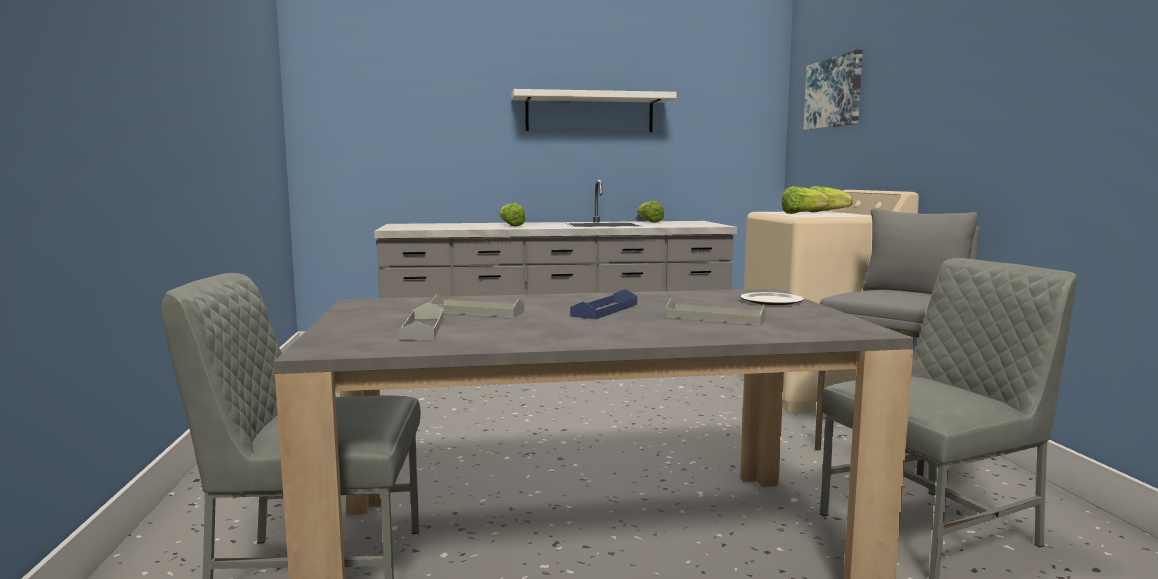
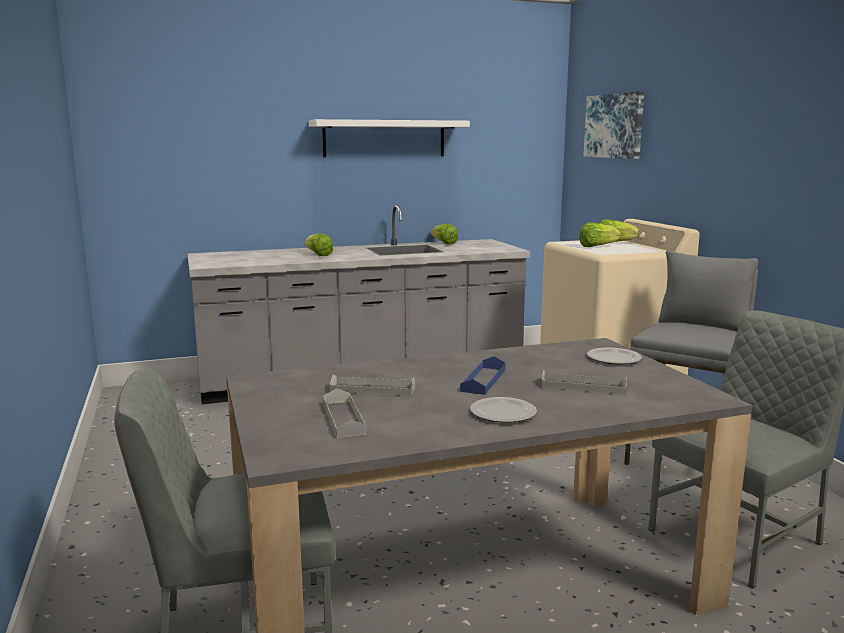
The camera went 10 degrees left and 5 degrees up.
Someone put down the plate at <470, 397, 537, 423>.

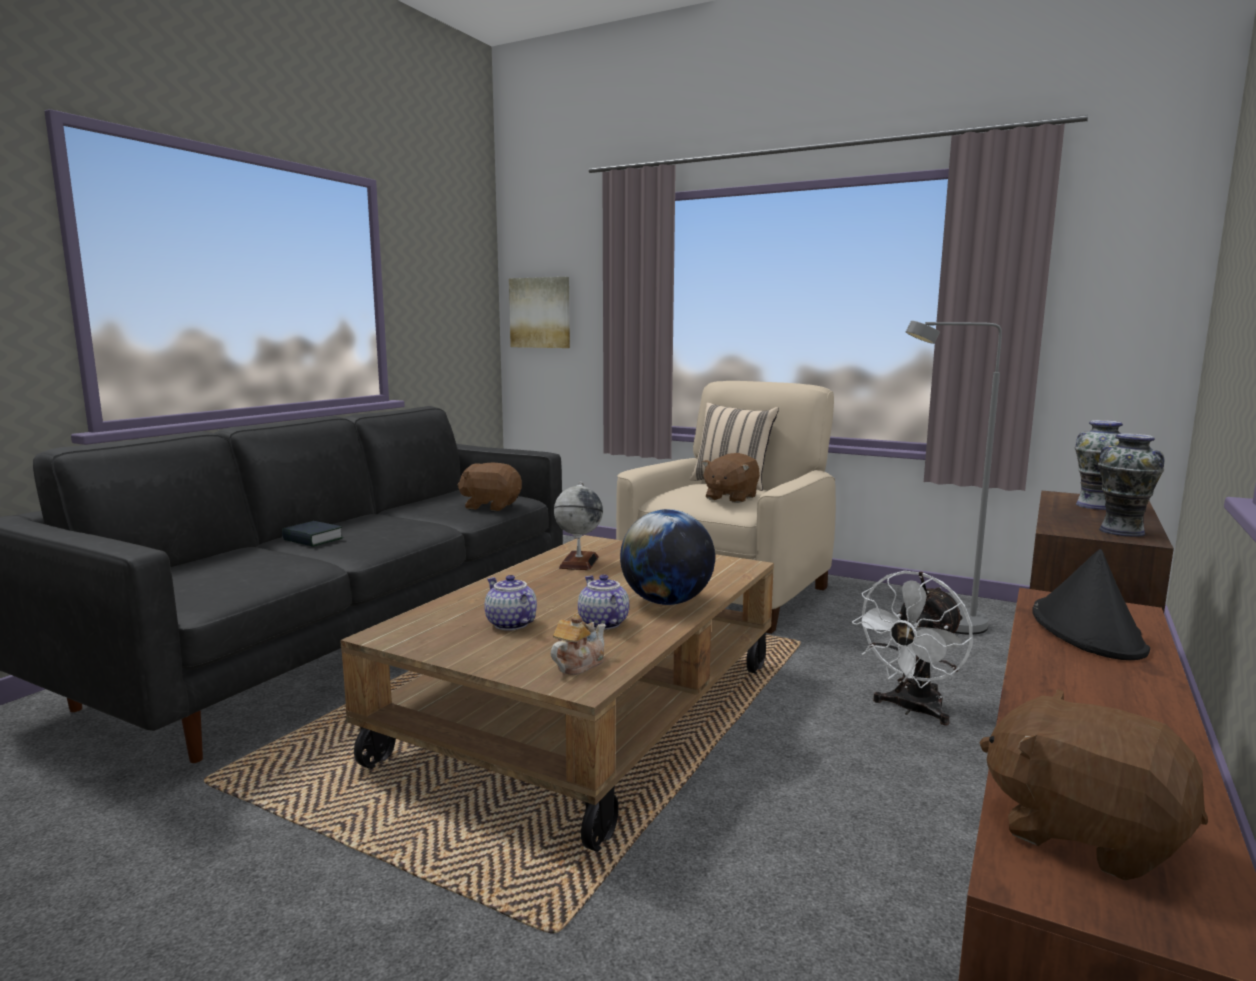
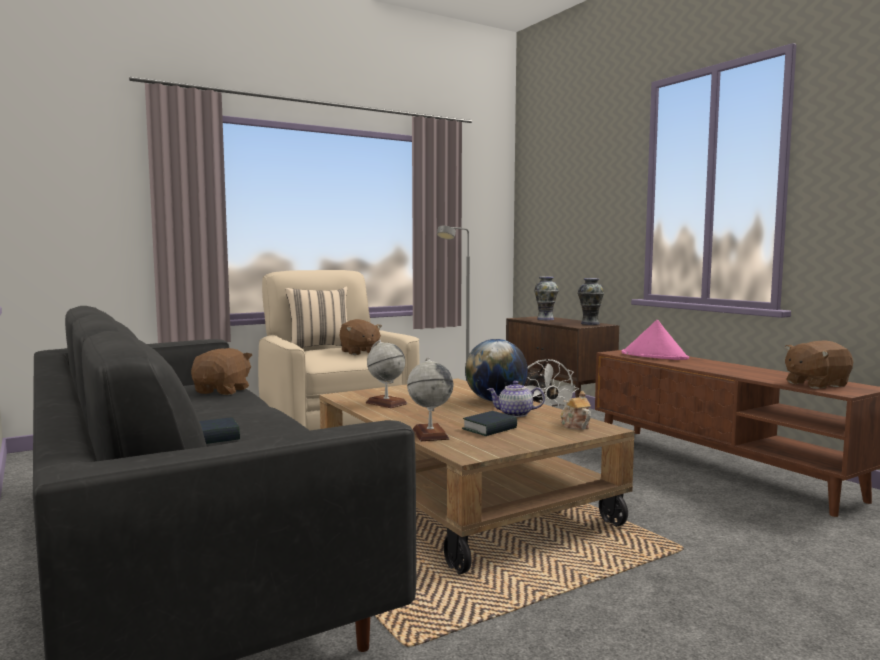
The camera went 60 degrees left and 5 degrees down.
Someone took away the picture at <509, 277, 570, 348>.
Someone put down the globe at <407, 357, 453, 441>.
Someone swapped the teapot at <484, 575, 537, 630> for the book at <462, 411, 517, 436>.
Someone repainted the hat (black) at <1032, 549, 1150, 660>, which became the hat (pink) at <622, 320, 689, 360>.
Someone rotated the plush toy (brown) at <458, 462, 522, 511> by 150 degrees clockwise.

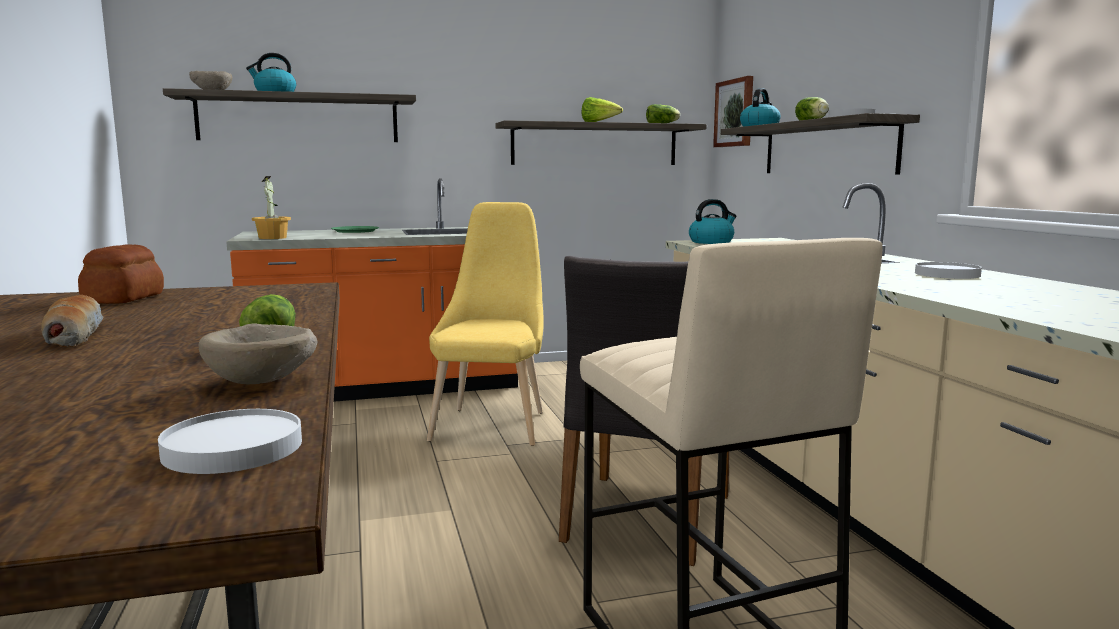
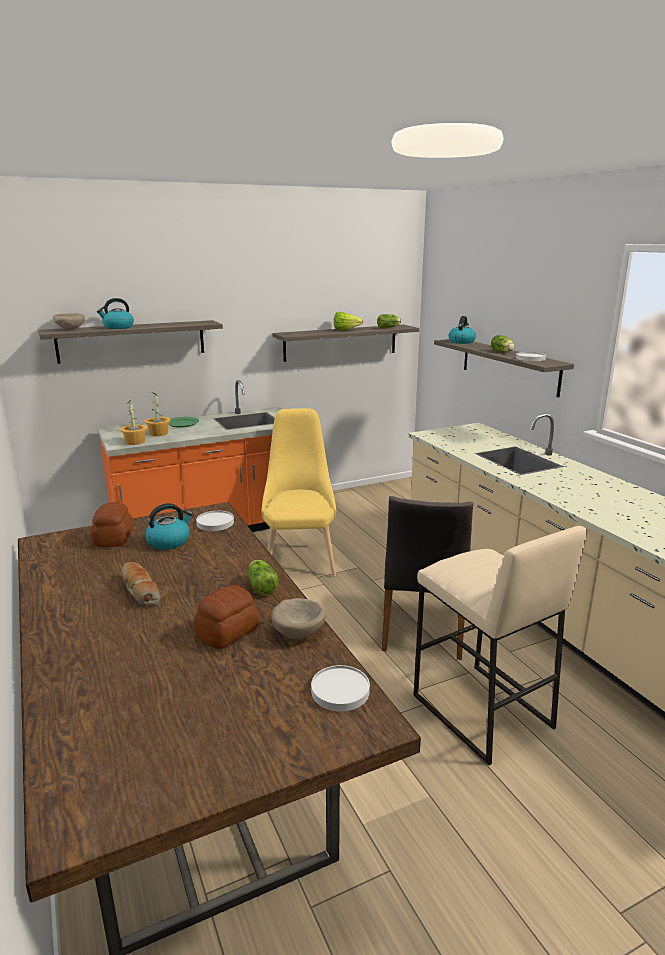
The camera went 10 degrees left and 10 degrees up.
Someone took away the picture at <713, 76, 753, 147>.
Someone put down the potted plant at <145, 393, 171, 436>.
Someone put down the bread at <194, 585, 259, 649>.
Someone carried the kettle from <689, 199, 737, 244> to <145, 503, 193, 550>.
Someone carried the plate (white) from <915, 262, 982, 279> to <196, 511, 234, 531>.

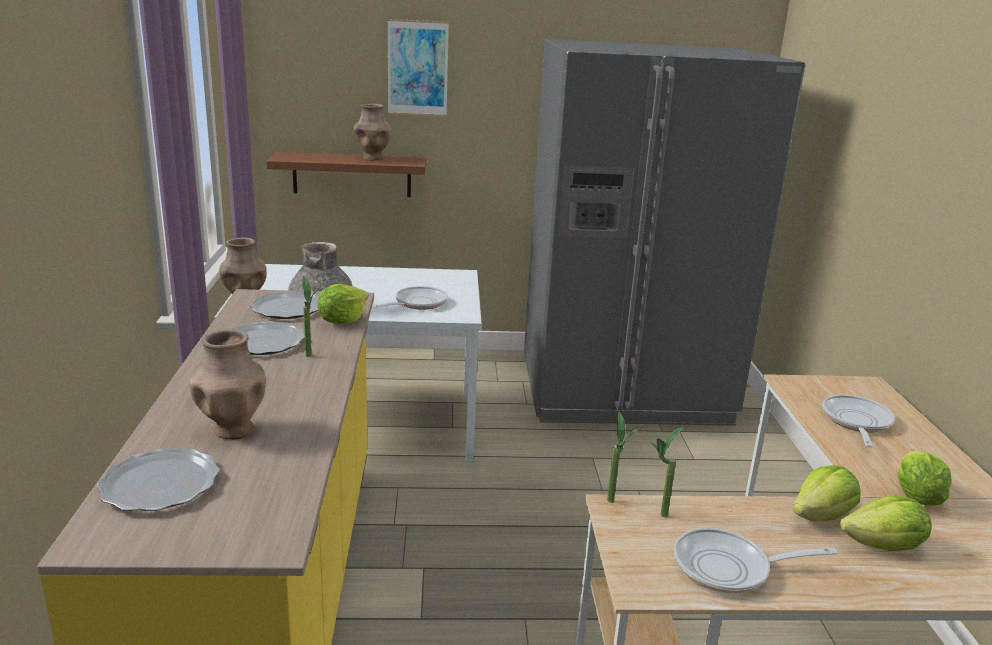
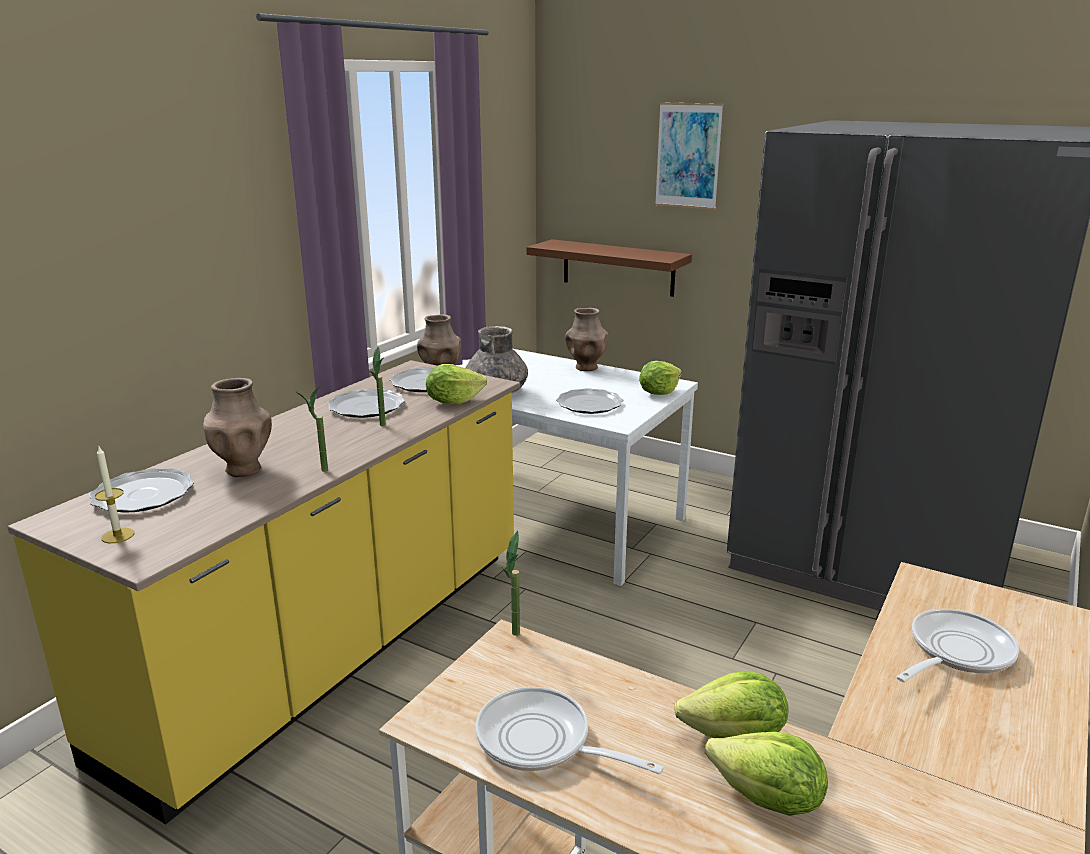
The camera went 35 degrees right and 0 degrees up.
Someone put down the candle at <95, 447, 134, 543>.
Someone carried the vase (brown) from <354, 104, 391, 161> to <565, 308, 608, 371>.
Someone carried the potted plant from <651, 427, 684, 517> to <294, 386, 328, 472>.
Someone carried the lettuce from <897, 451, 952, 506> to <639, 361, 682, 395>.
Someone swapped the frying pan at <372, 286, 448, 310> for the plate at <556, 388, 623, 414>.

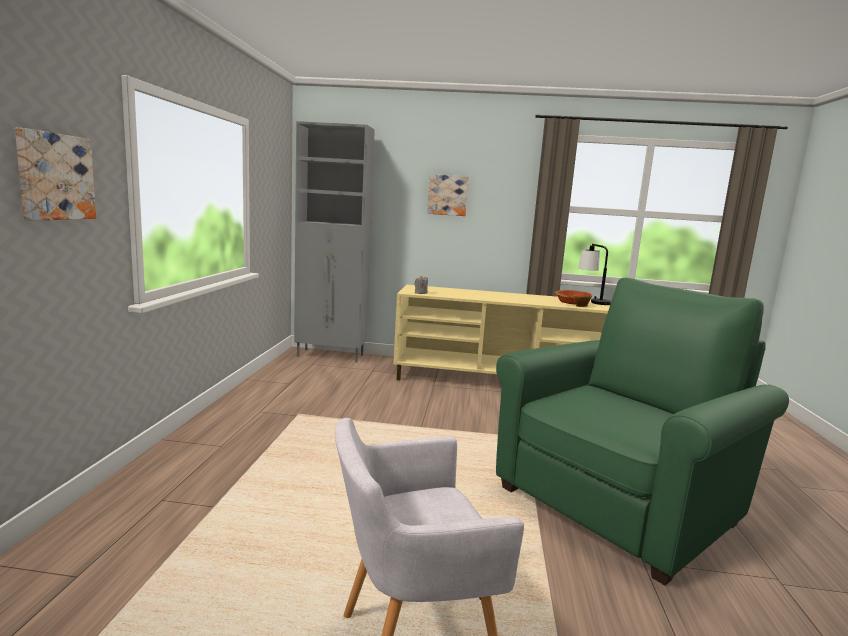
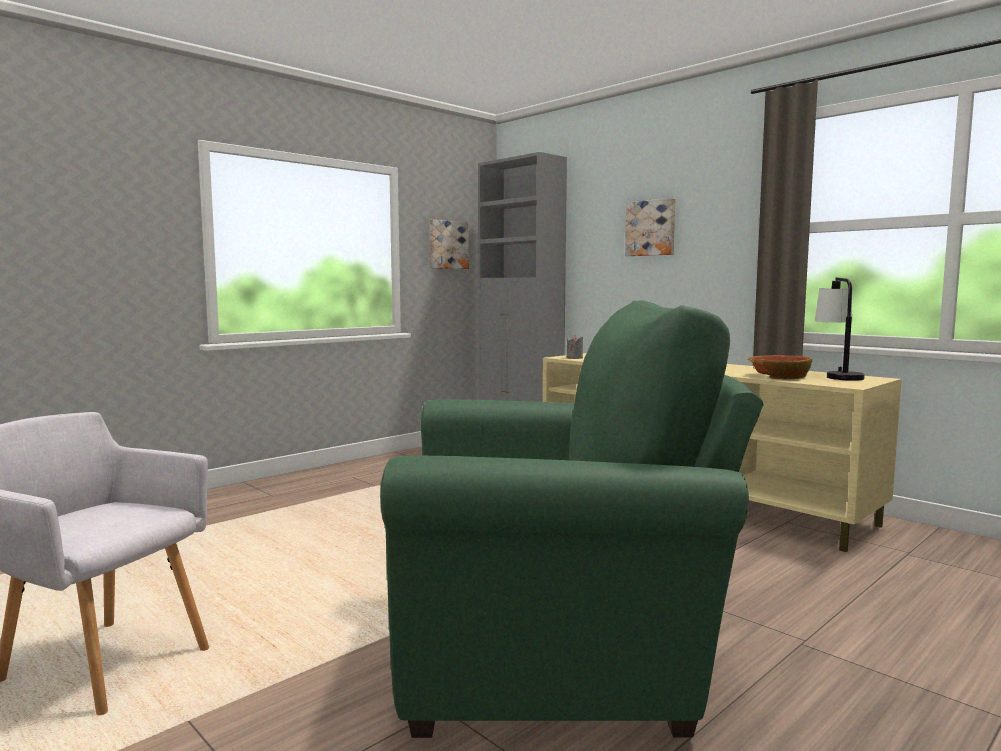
The camera went 40 degrees right and 5 degrees down.
Someone carried the picture from <15, 128, 96, 221> to <430, 220, 469, 269>.

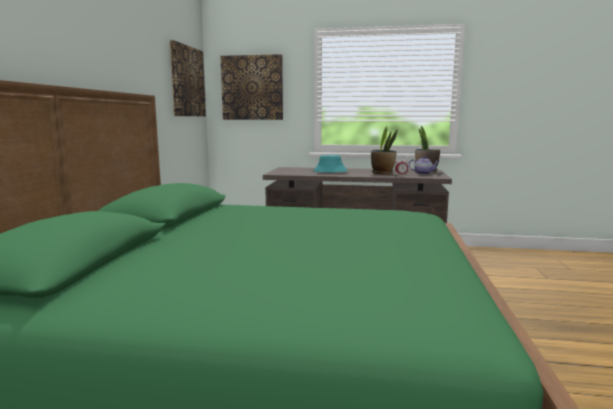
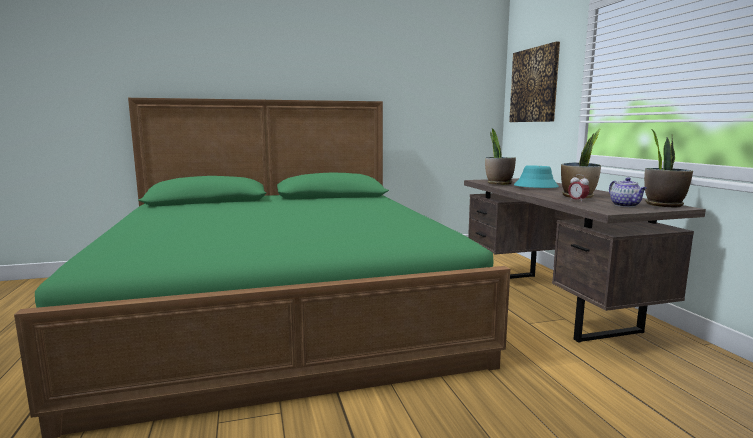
The camera went 65 degrees right and 0 degrees up.
Someone took away the picture at <170, 40, 206, 116>.
Someone put down the potted plant at <485, 128, 516, 185>.

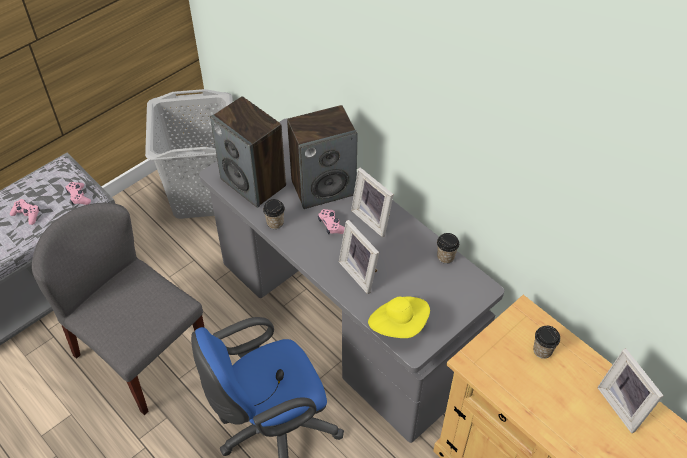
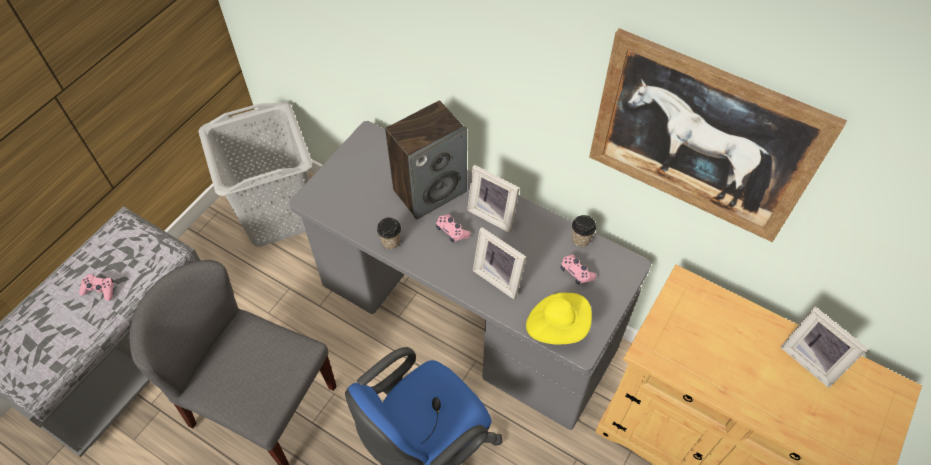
The camera went 15 degrees left and 5 degrees up.
Someone took away the speaker at <210, 96, 286, 208>.
Someone took away the cup at <533, 326, 560, 359>.
Someone put up the picture at <589, 28, 847, 242>.
Someone carried the game controller (pink) from <65, 182, 91, 205> to <561, 254, 596, 285>.

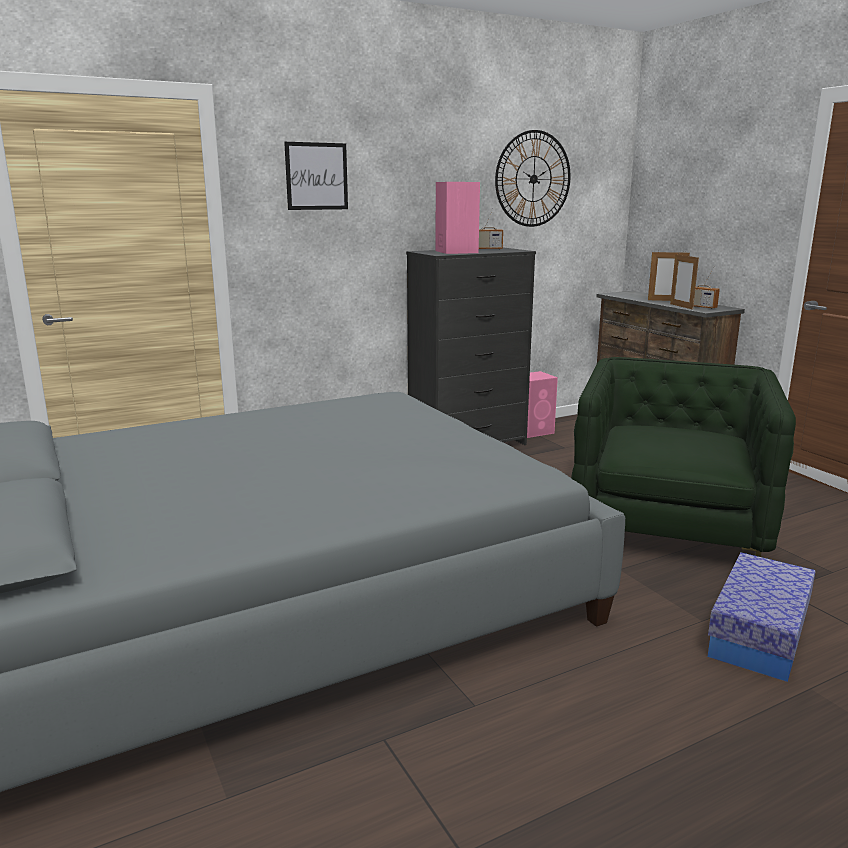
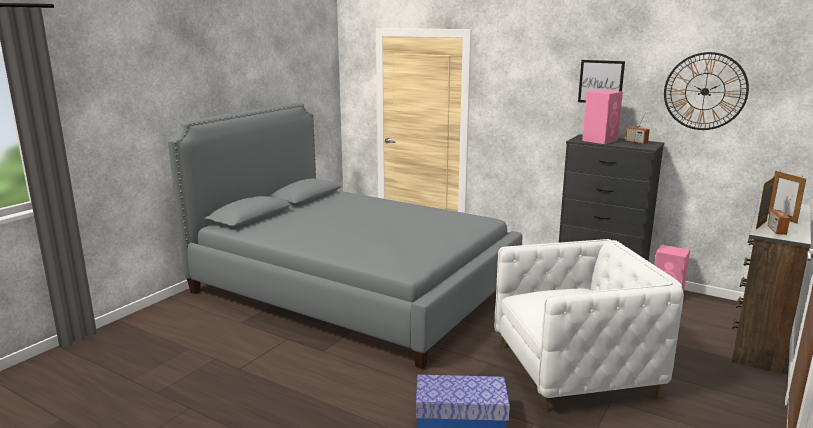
The camera went 60 degrees right and 0 degrees up.
Someone carried the picture from <284, 142, 348, 210> to <578, 60, 625, 103>.
Someone repainted the armchair (green) at <571, 357, 796, 557>, which became the armchair (white) at <494, 239, 684, 412>.

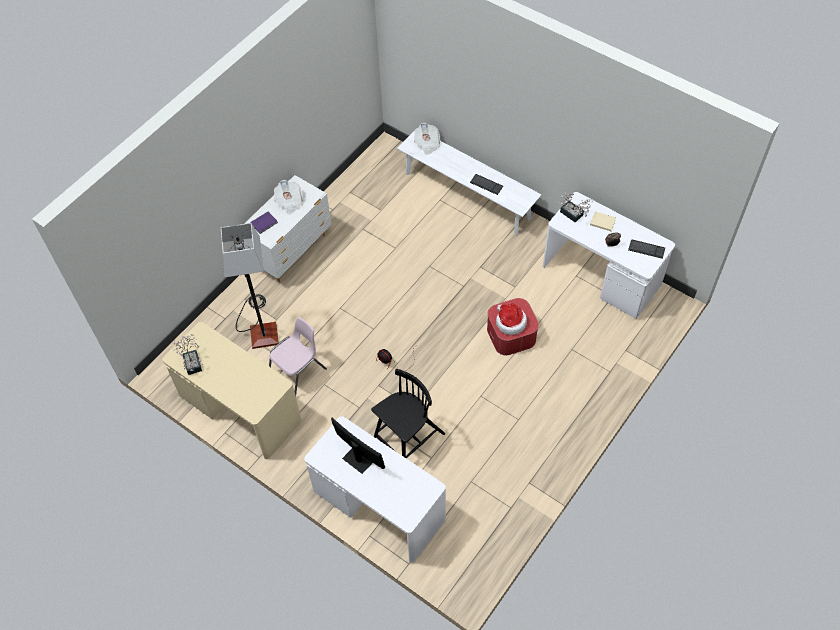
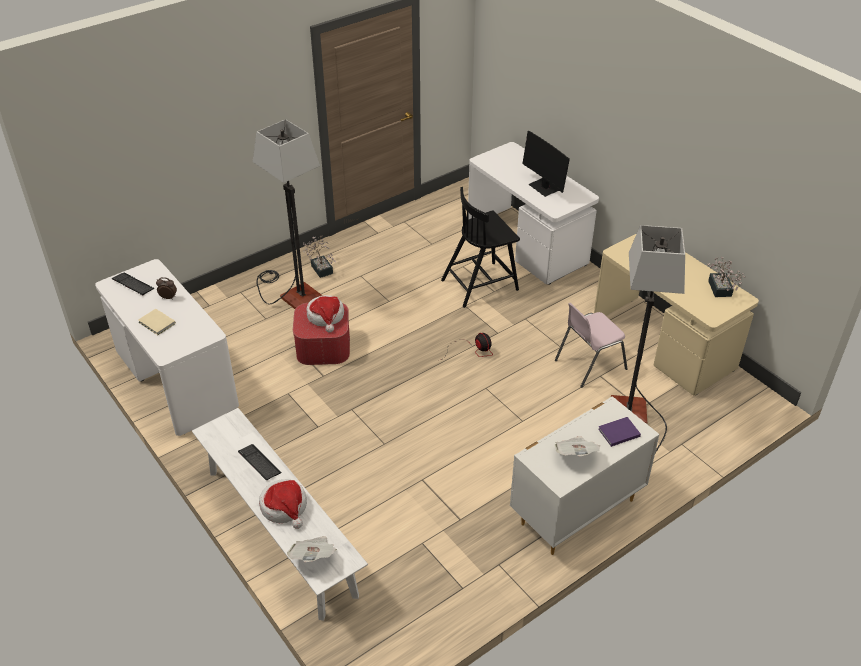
The camera went 165 degrees left and 15 degrees down.
Someone put down the floor lamp at <253, 119, 323, 309>.
Someone put down the hat at <259, 479, 307, 529>.
Someone carried the potted plant from <557, 193, 591, 222> to <303, 235, 336, 278>.

